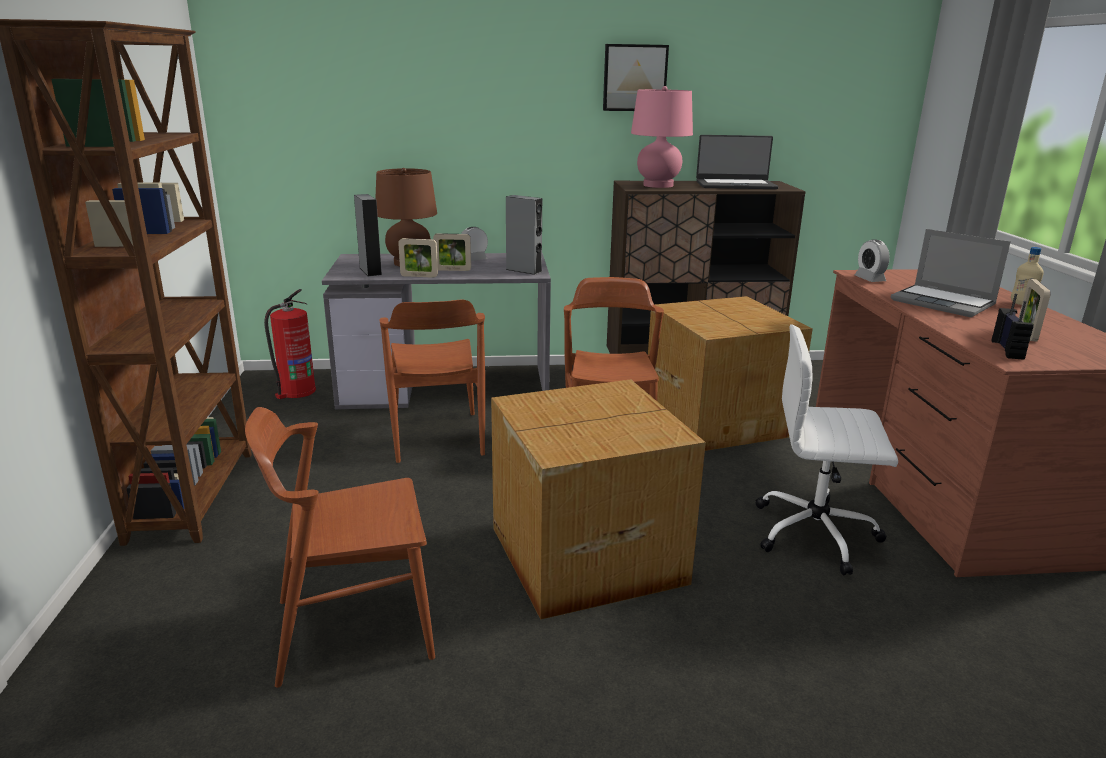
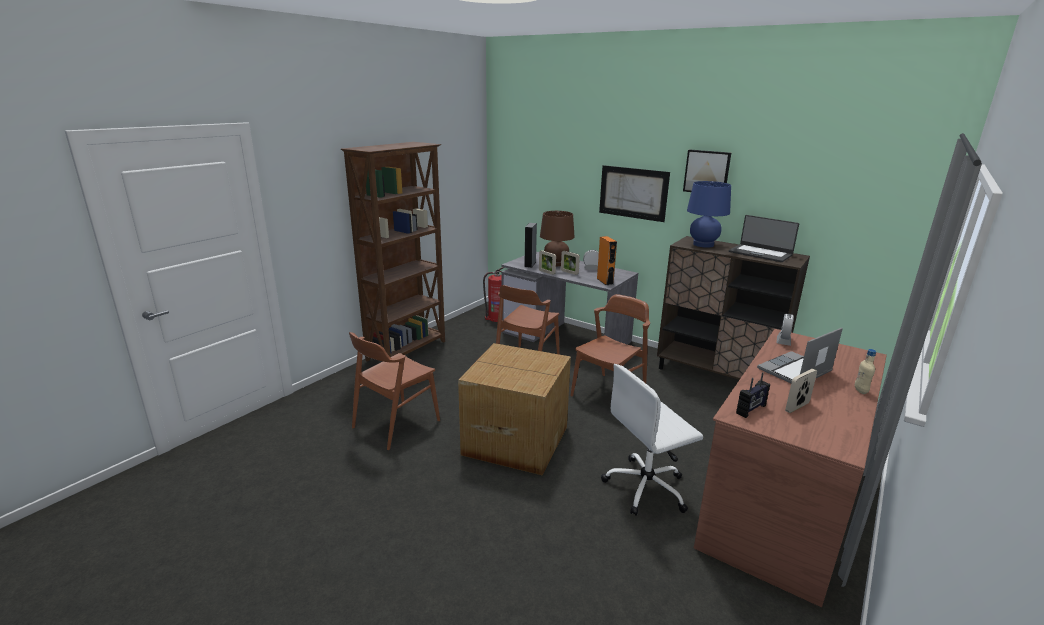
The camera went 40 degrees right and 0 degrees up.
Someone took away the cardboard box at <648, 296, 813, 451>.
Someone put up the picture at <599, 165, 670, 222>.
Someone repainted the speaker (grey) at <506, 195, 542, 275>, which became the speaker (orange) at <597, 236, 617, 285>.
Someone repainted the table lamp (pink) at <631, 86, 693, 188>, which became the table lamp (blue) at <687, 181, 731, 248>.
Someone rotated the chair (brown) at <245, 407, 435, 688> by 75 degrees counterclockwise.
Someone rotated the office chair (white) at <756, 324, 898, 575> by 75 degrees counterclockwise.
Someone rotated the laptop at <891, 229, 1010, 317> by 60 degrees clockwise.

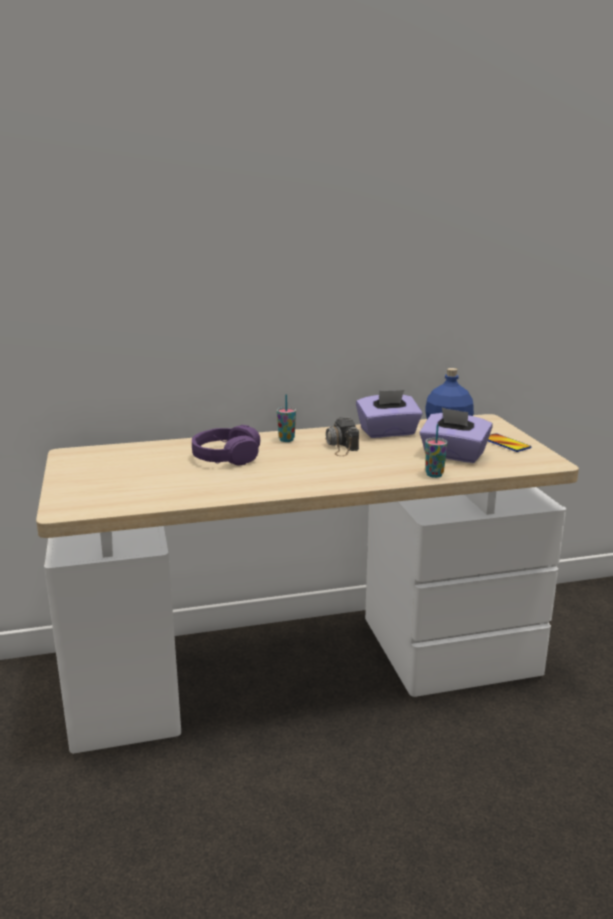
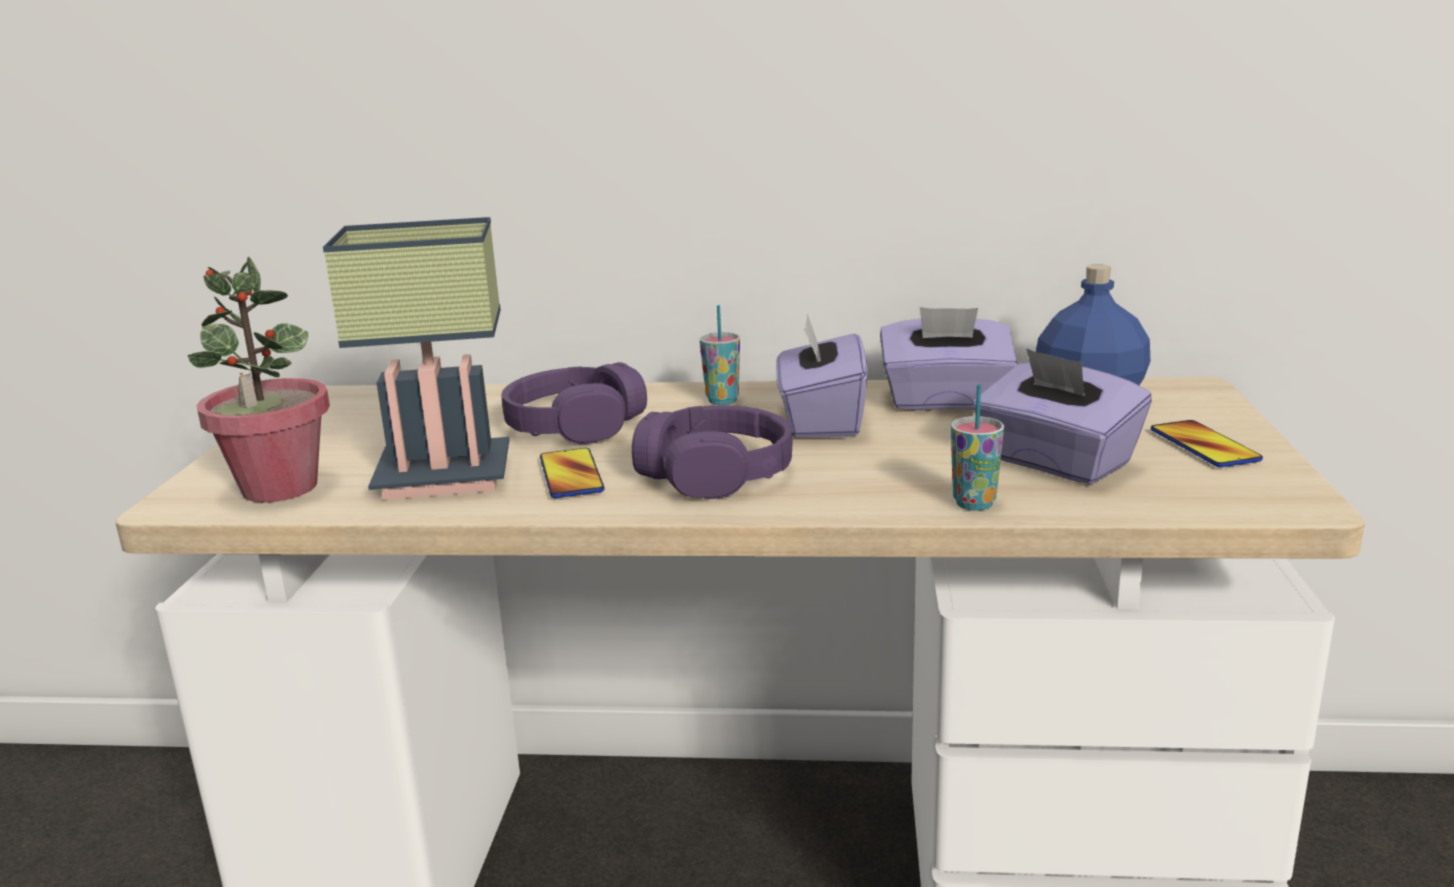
The camera went 20 degrees right and 0 degrees up.
Someone put down the potted plant at <188, 256, 330, 503>.
Someone put down the table lamp at <323, 217, 509, 500>.
Someone put down the phone at <540, 448, 605, 498>.
Someone put down the headphones (purple) at <632, 405, 792, 499>.
Someone swapped the photo camera at <325, 417, 359, 456> for the tissue box (purple) at <776, 313, 868, 438>.

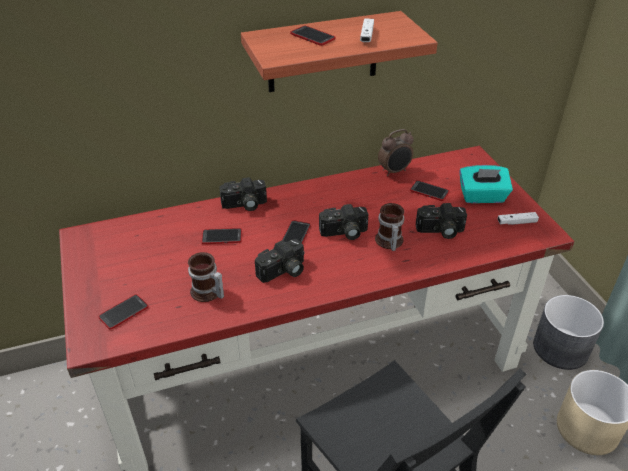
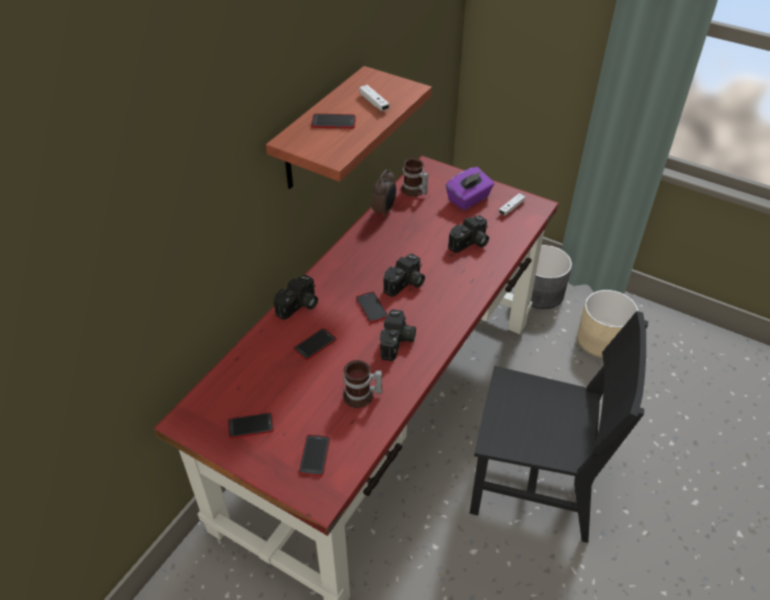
The camera went 40 degrees left and 5 degrees up.
Someone carried the mug from <375, 203, 404, 251> to <401, 158, 429, 197>.
Someone carried the phone from <410, 180, 449, 201> to <228, 412, 274, 438>.
Someone repainted the tissue box (turquoise) at <459, 165, 513, 203>, which became the tissue box (purple) at <446, 167, 494, 210>.

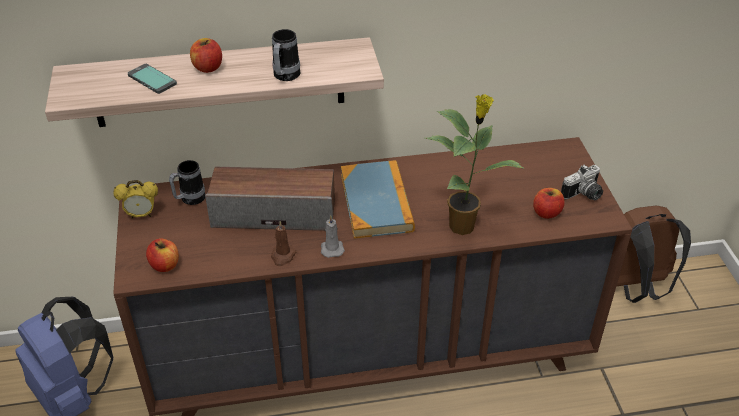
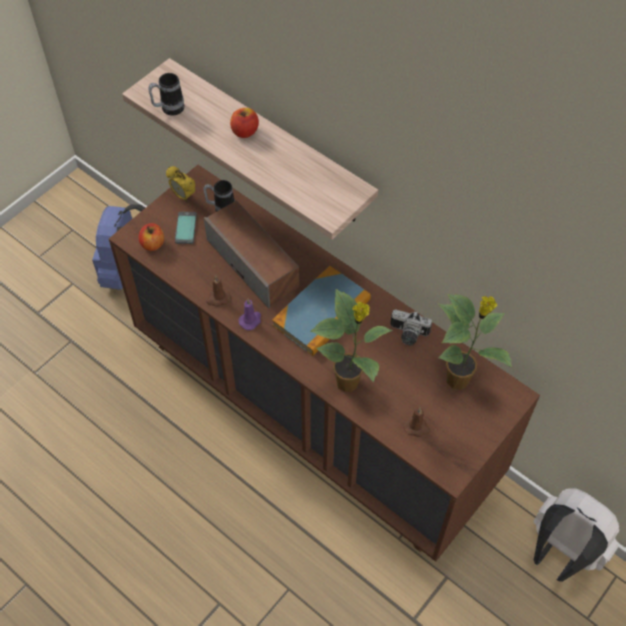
The camera went 50 degrees right and 15 degrees up.
Someone put down the potted plant at <438, 294, 512, 390>.
Someone carried the phone from <128, 64, 177, 94> to <175, 212, 197, 244>.
Someone carried the mug from <272, 29, 300, 81> to <148, 73, 185, 115>.
Someone carried the photo camera from <561, 164, 603, 200> to <391, 309, 432, 345>.
Someone swapped the apple at <533, 188, 565, 219> for the candle (brown) at <404, 408, 430, 437>.
Someone repainted the candle (grey) at <321, 215, 345, 258>, which became the candle (purple) at <239, 299, 261, 330>.
Someone repainted the backpack (brown) at <616, 206, 691, 303>, which became the backpack (white) at <533, 488, 619, 582>.

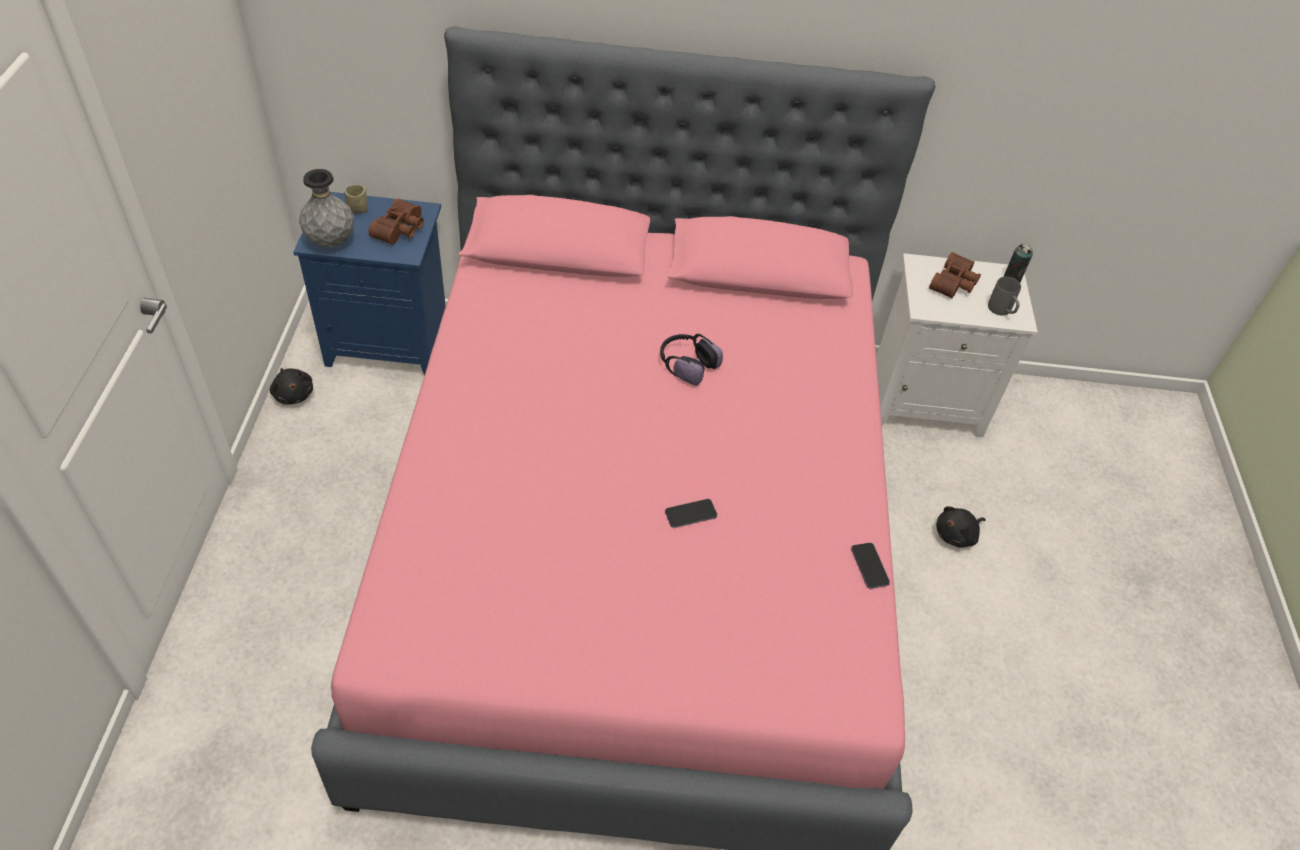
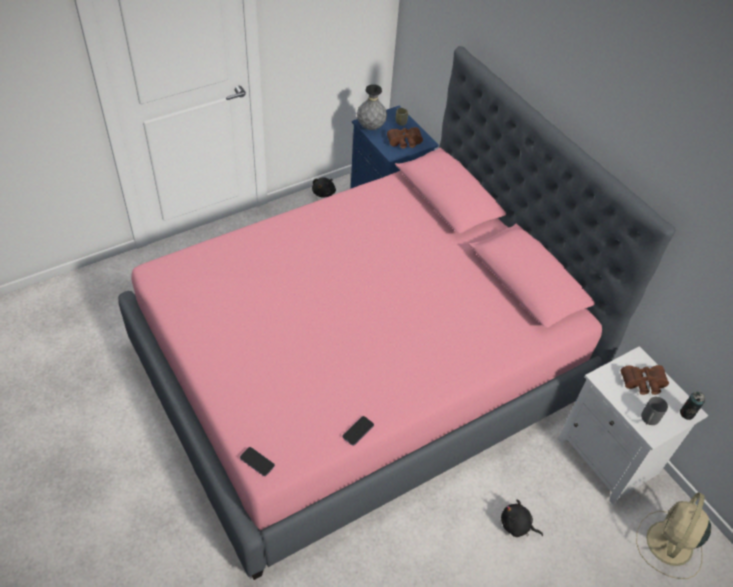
The camera went 55 degrees right and 0 degrees up.
Someone took away the headphones at <660, 334, 723, 386>.
Someone put down the fan (beige) at <636, 492, 711, 579>.
Someone carried the phone from <665, 499, 717, 528> to <240, 447, 275, 476>.

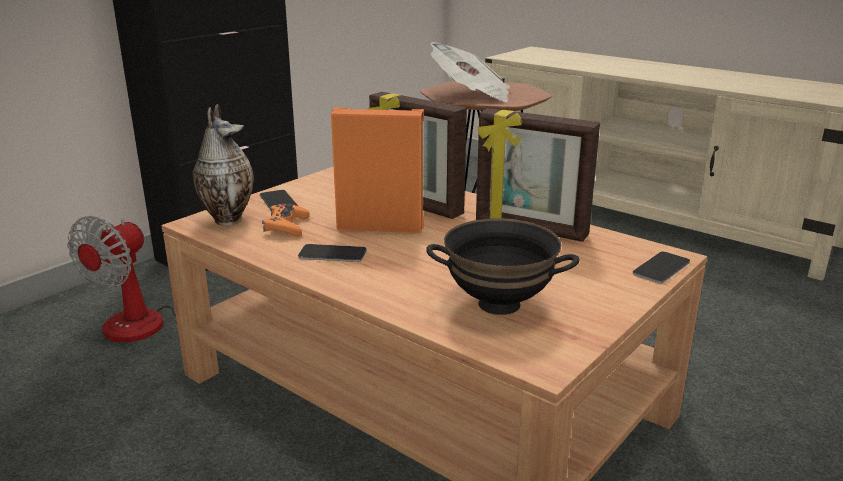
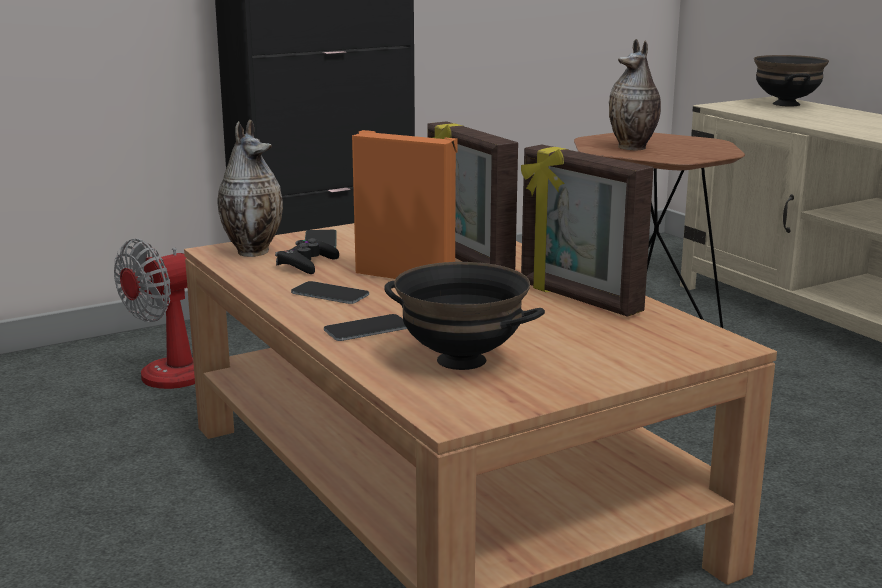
The camera went 20 degrees right and 5 degrees down.
Someone put down the bowl (black) at <754, 55, 829, 107>.
Someone carried the phone from <633, 252, 690, 283> to <324, 314, 407, 341>.
Someone swapped the newspaper at <431, 42, 510, 102> for the vase at <609, 39, 661, 150>.
Someone repainted the game controller (orange) at <262, 204, 309, 236>, which became the game controller (black) at <275, 238, 339, 274>.

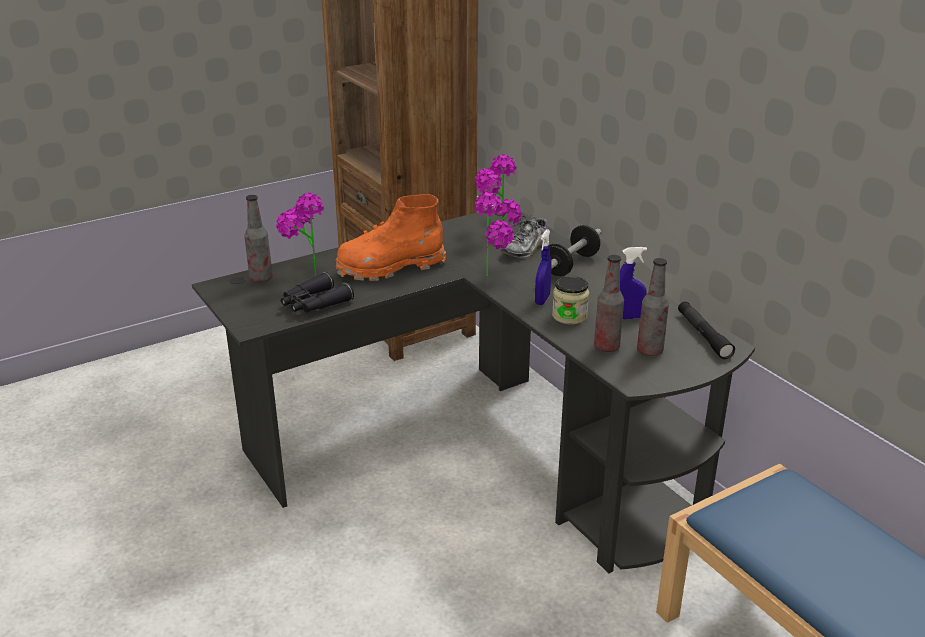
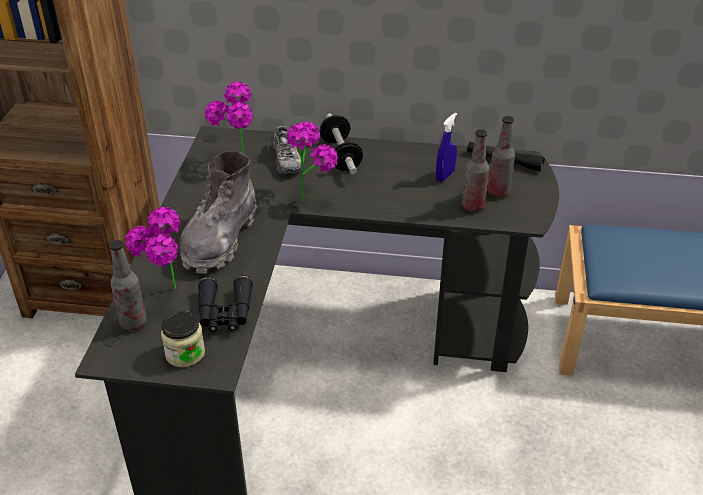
The camera went 50 degrees left and 10 degrees up.
Someone took away the spray bottle (blue) at <535, 229, 552, 305>.
Someone carried the jar from <552, 276, 589, 325> to <161, 311, 205, 367>.
Someone repainted the boot (orange) at <336, 194, 446, 281>, which became the boot (grey) at <180, 151, 257, 273>.

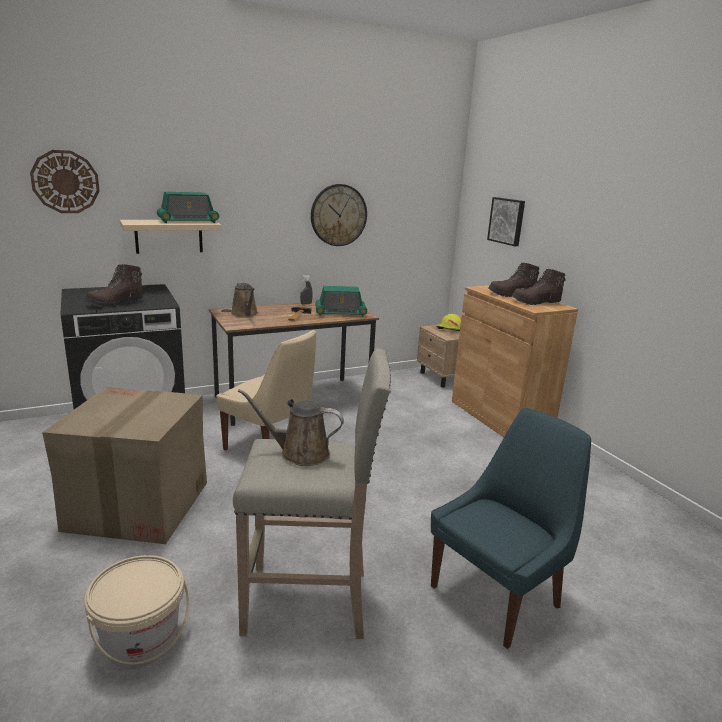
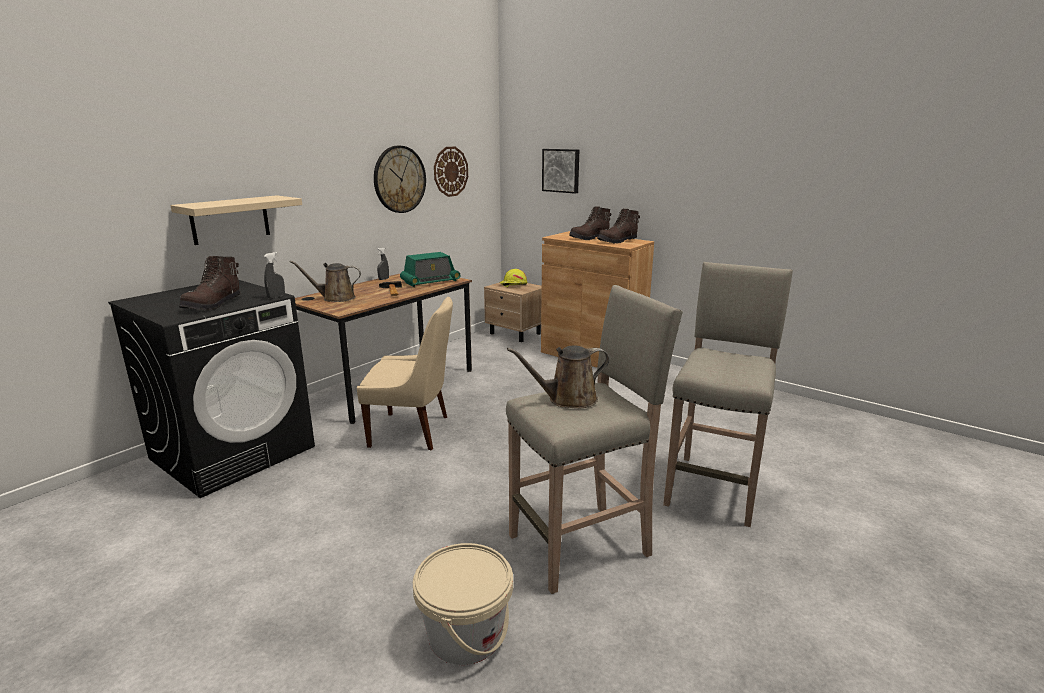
The camera went 25 degrees left and 0 degrees up.
Someone took away the cardboard box at <42, 387, 207, 544>.
Someone took away the radio at <157, 192, 219, 223>.
Someone put down the spray bottle (grey) at <264, 252, 285, 299>.
Someone carried the wall clock from <30, 150, 100, 213> to <434, 147, 468, 197>.
Someone swapped the chair (blue) at <431, 408, 591, 649> for the stool (beige) at <663, 262, 793, 527>.
Someone rotated the watering can (brown) at <231, 282, 258, 317> by 135 degrees clockwise.

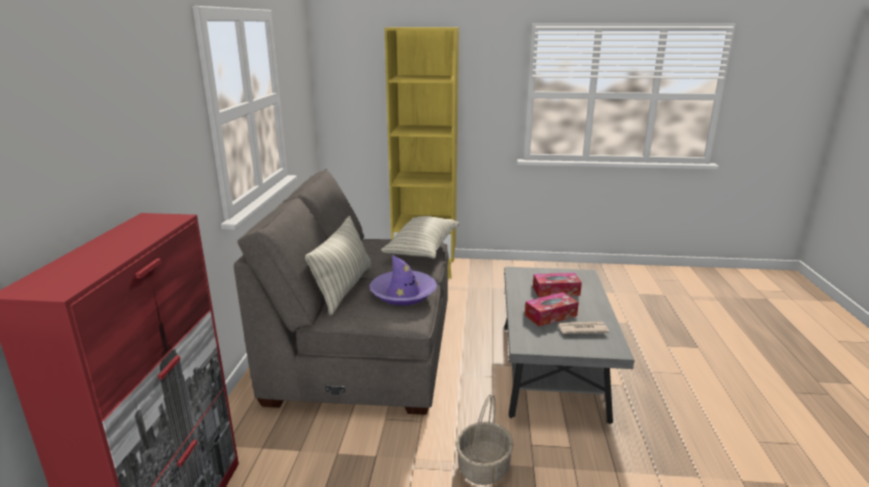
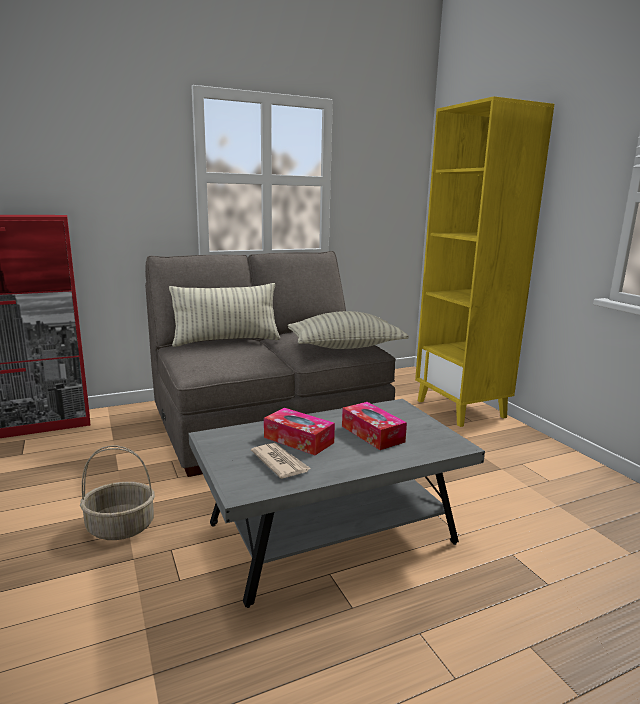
The camera went 60 degrees right and 5 degrees down.
Someone took away the hat (purple) at <369, 255, 437, 305>.

